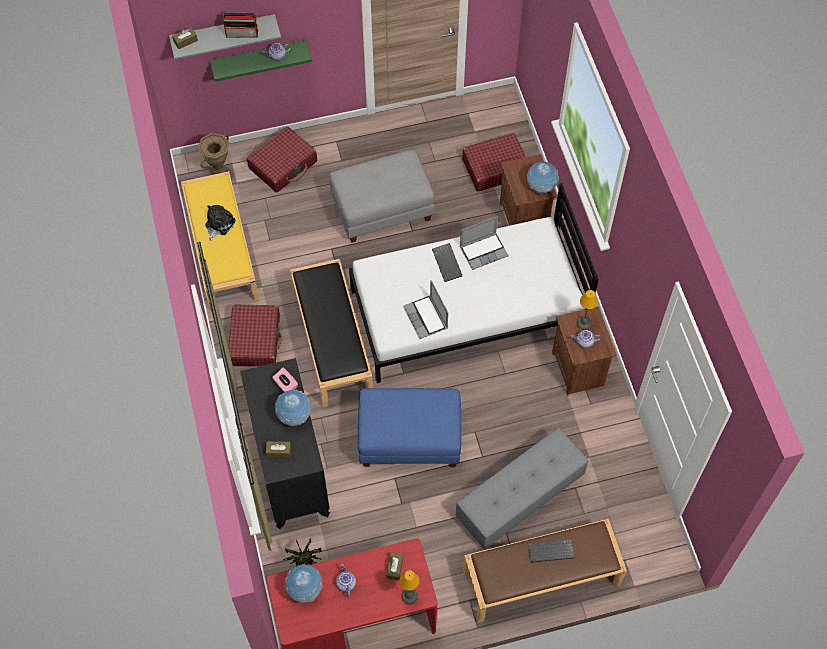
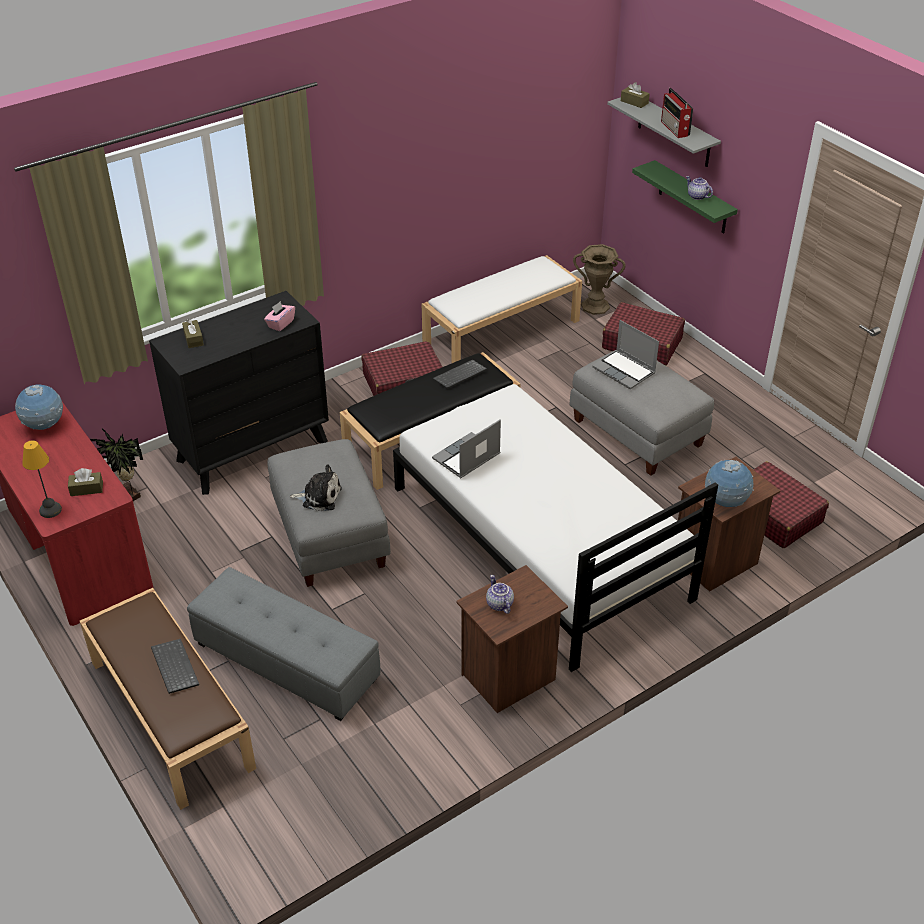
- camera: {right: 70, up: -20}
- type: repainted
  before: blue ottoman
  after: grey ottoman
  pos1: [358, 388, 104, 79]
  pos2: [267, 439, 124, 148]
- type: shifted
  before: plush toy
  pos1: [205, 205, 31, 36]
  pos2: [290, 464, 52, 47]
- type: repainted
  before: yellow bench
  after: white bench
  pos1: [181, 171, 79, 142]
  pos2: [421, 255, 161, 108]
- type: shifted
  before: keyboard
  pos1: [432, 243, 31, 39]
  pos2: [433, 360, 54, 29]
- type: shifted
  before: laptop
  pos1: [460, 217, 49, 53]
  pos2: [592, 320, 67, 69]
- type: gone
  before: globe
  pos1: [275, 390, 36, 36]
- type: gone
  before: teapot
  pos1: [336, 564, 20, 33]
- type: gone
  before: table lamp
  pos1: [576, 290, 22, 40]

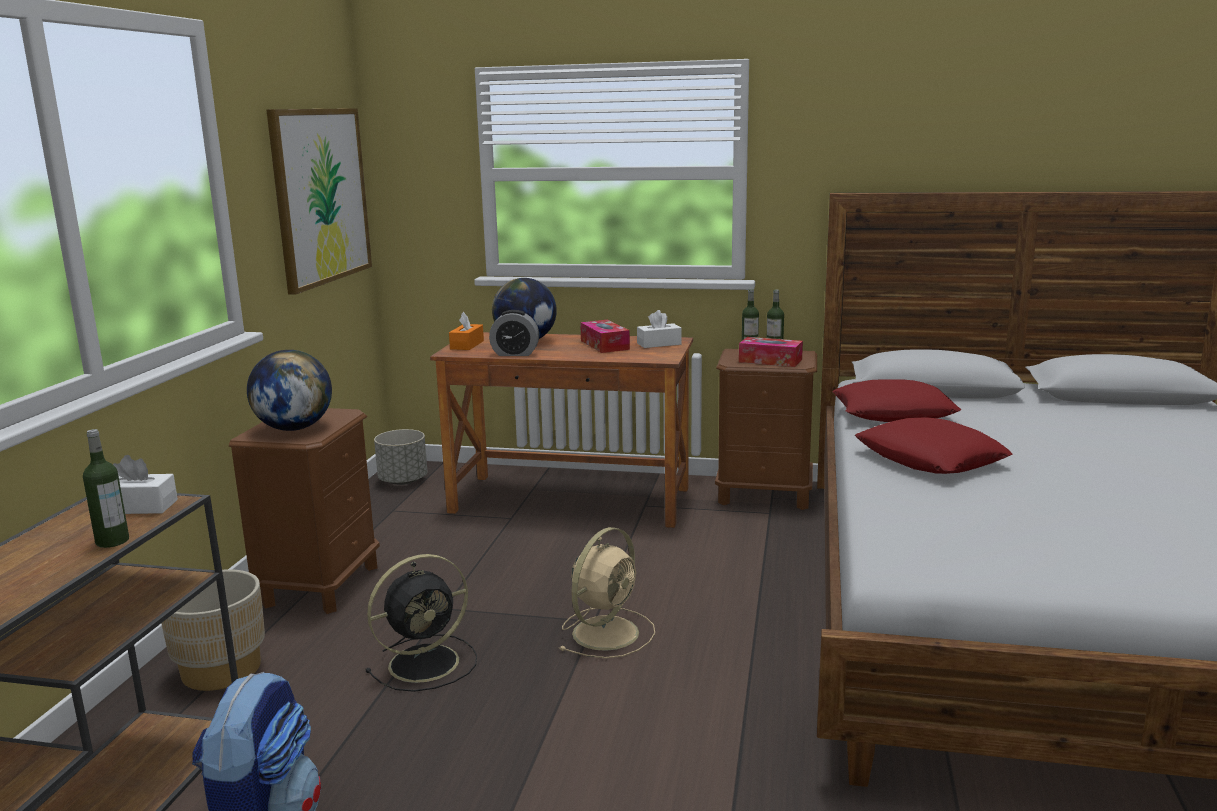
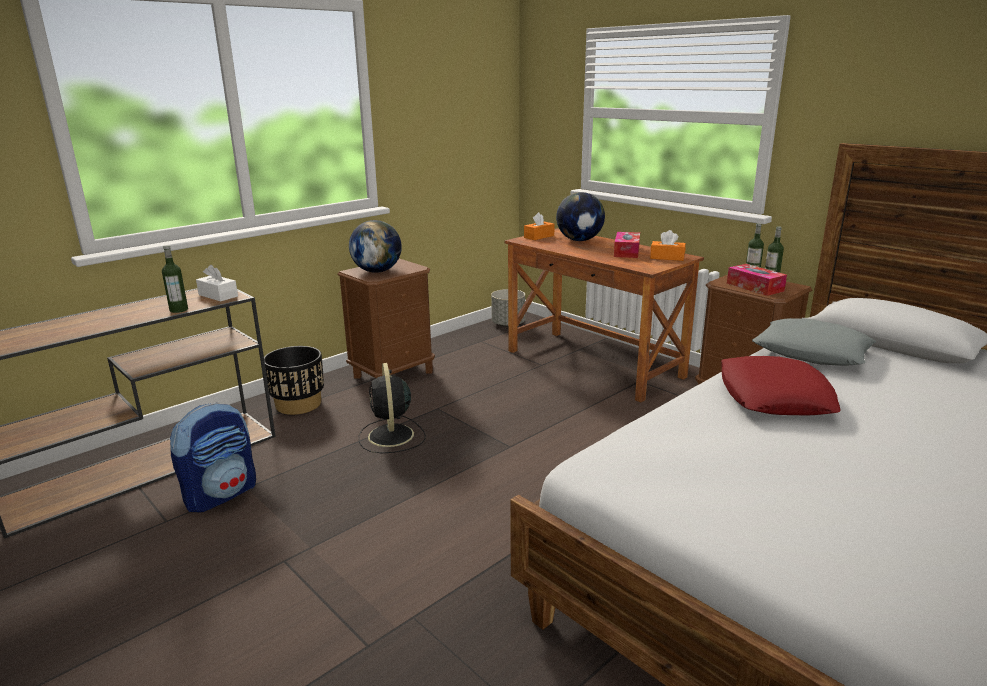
- camera: {right: 35, up: 5}
- type: repainted
  before: beige planter
  after: black planter
  pos1: [161, 569, 104, 122]
  pos2: [264, 346, 60, 69]
- type: rotated
  before: black fan
  pos1: [365, 554, 112, 138]
  pos2: [359, 363, 67, 90]
  turn: 75
- type: repainted
  before: white tissue box
  after: orange tissue box
  pos1: [637, 310, 45, 38]
  pos2: [650, 230, 36, 31]
- type: repainted
  before: red pillow
  after: grey pillow
  pos1: [833, 379, 128, 43]
  pos2: [752, 318, 124, 48]
- type: gone
  before: picture
  pos1: [266, 108, 106, 187]
- type: gone
  before: alarm clock
  pos1: [489, 310, 50, 46]
- type: gone
  before: beige fan
  pos1: [559, 527, 96, 132]

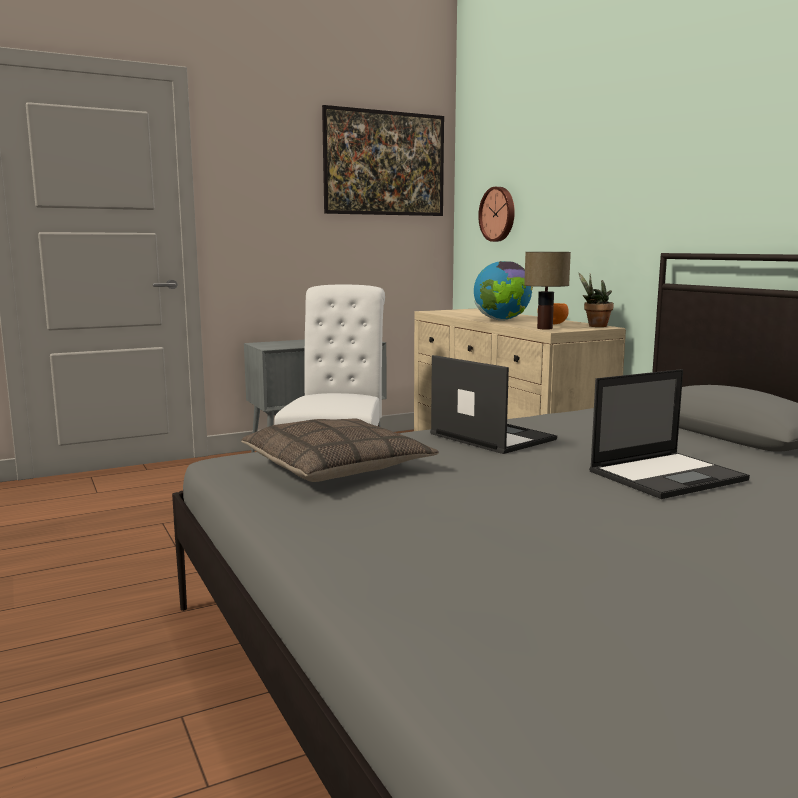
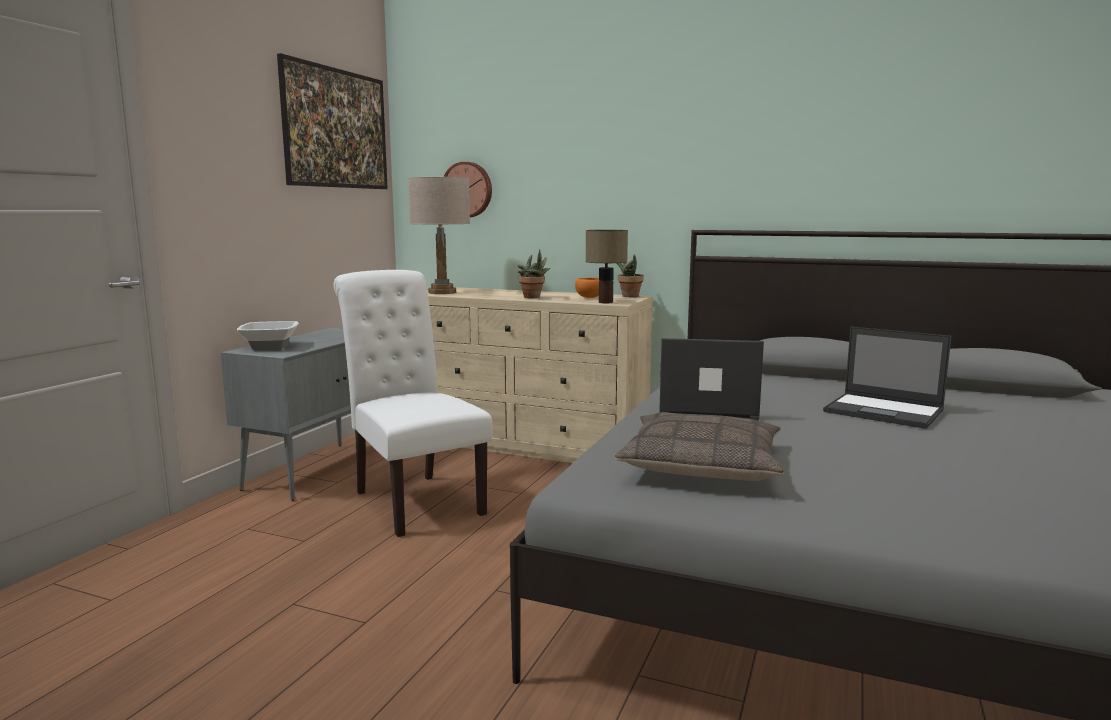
- camera: {right: -40, up: 0}
- type: new
  after: bowl
  pos2: [237, 321, 62, 29]
- type: new
  after: beige table lamp
  pos2: [408, 177, 62, 117]
- type: swapped
  before: globe
  after: potted plant
  pos1: [474, 261, 59, 60]
  pos2: [518, 249, 32, 49]
- type: rotated
  before: laptop
  pos1: [589, 369, 161, 130]
  pos2: [823, 327, 128, 102]
  turn: 105

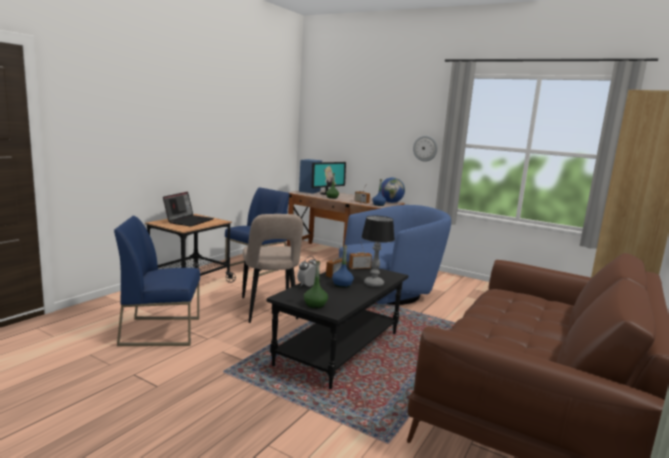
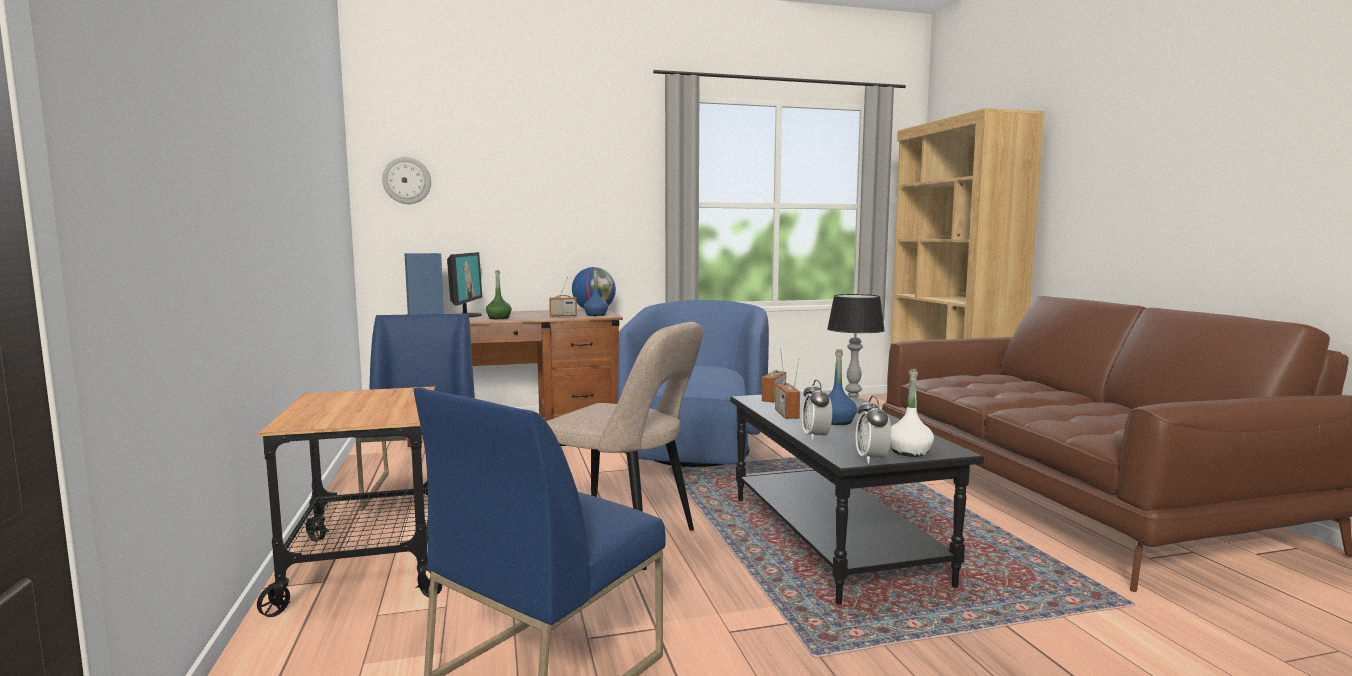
- camera: {right: -45, up: -5}
- type: shifted
  before: wall clock
  pos1: [413, 135, 25, 27]
  pos2: [382, 157, 49, 47]
- type: new
  after: alarm clock
  pos2: [856, 396, 35, 68]
- type: repainted
  before: green bottle
  after: white bottle
  pos1: [304, 261, 24, 48]
  pos2: [890, 369, 44, 88]
- type: gone
  before: laptop
  pos1: [163, 192, 51, 34]

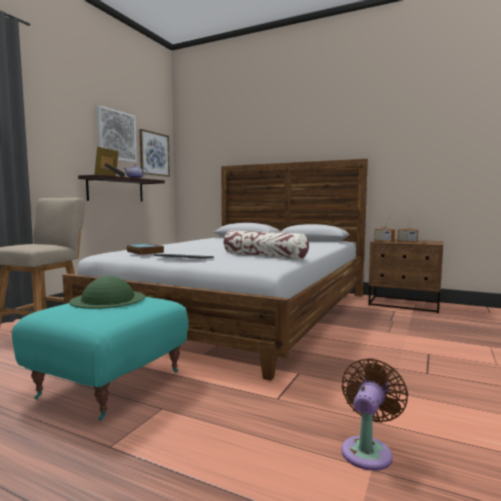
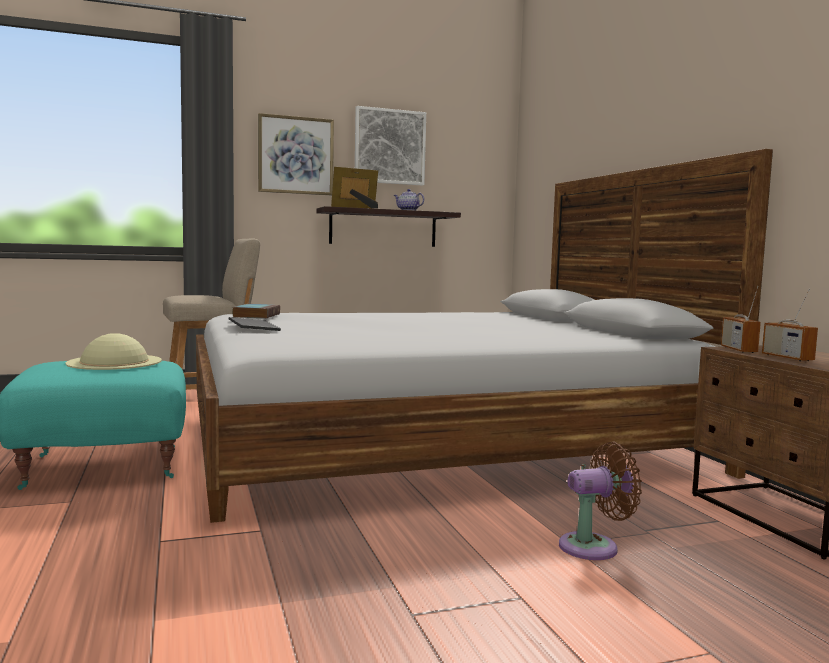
- camera: {right: 45, up: 0}
- type: repainted
  before: green hat
  after: beige hat
  pos1: [69, 276, 76, 33]
  pos2: [66, 333, 96, 37]
- type: shifted
  before: picture
  pos1: [139, 129, 31, 48]
  pos2: [258, 113, 76, 82]
- type: shifted
  before: brown fan
  pos1: [341, 358, 67, 113]
  pos2: [559, 442, 83, 118]
- type: gone
  before: pillow
  pos1: [223, 230, 86, 29]

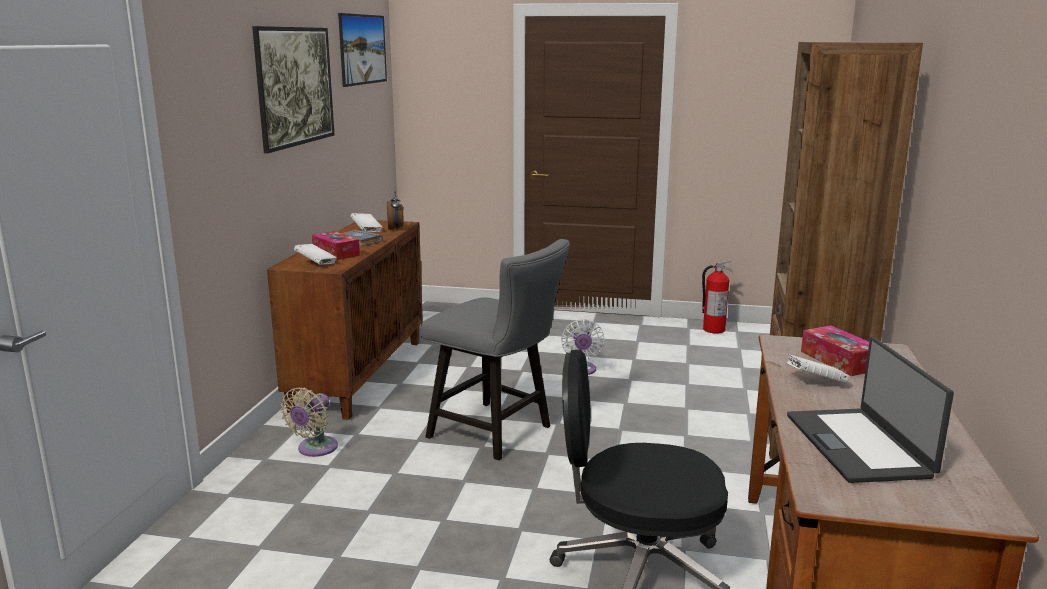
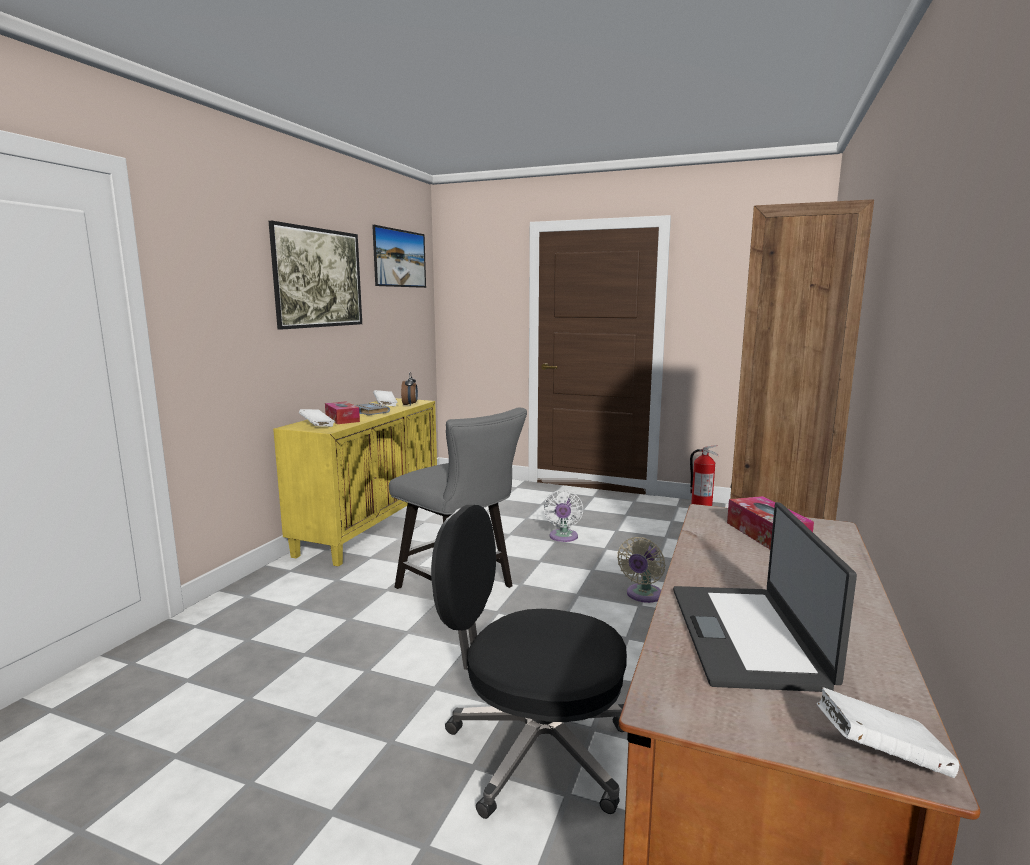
- camera: {right: 10, up: -5}
- type: repainted
  before: brown cabinet
  after: yellow cabinet
  pos1: [267, 220, 156, 200]
  pos2: [273, 398, 164, 169]
- type: shifted
  before: beige fan
  pos1: [280, 387, 58, 70]
  pos2: [617, 537, 48, 66]
- type: shifted
  before: white book
  pos1: [786, 354, 63, 29]
  pos2: [817, 687, 142, 91]

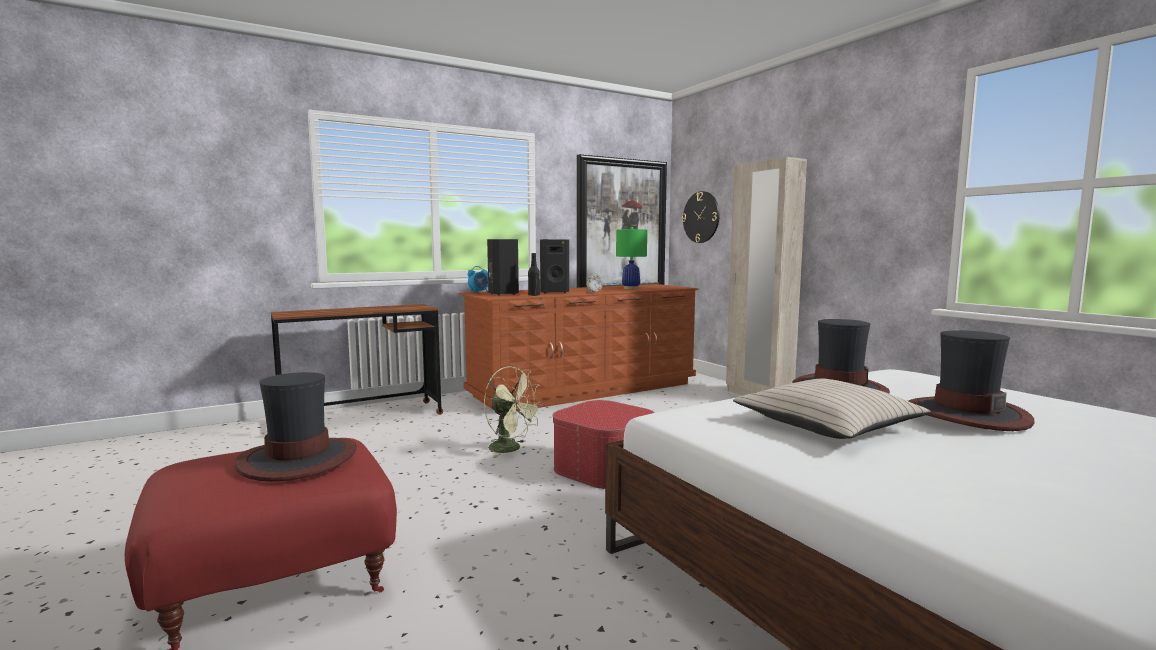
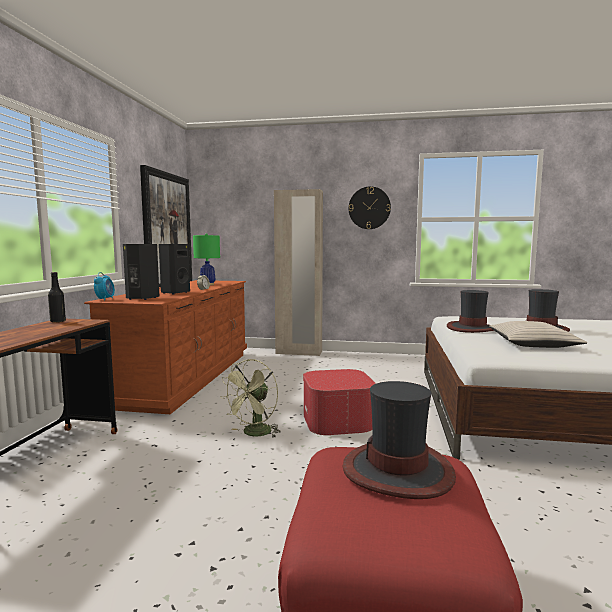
- camera: {right: -50, up: 0}
- type: shifted
  before: black bottle
  pos1: [528, 253, 12, 43]
  pos2: [48, 272, 18, 51]
- type: rotated
  before: green fan
  pos1: [484, 366, 59, 92]
  pos2: [220, 359, 61, 79]
  turn: 135
- type: shifted
  before: wall clock
  pos1: [682, 191, 38, 52]
  pos2: [349, 186, 42, 43]

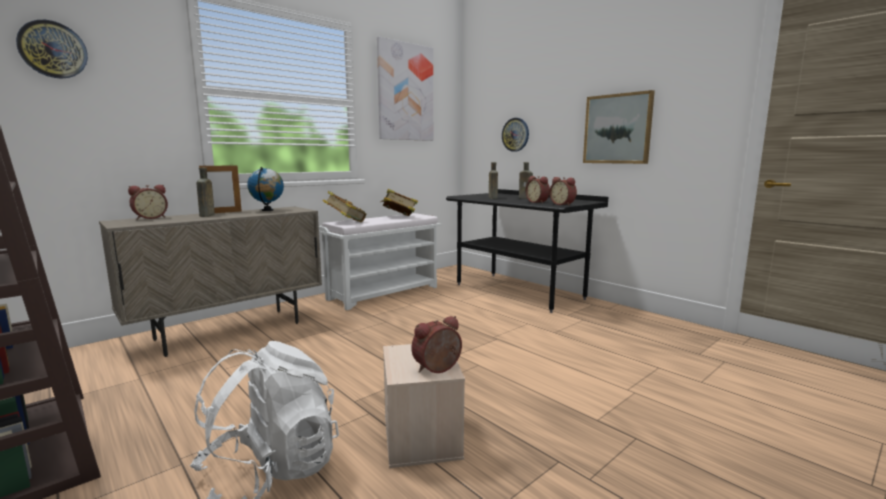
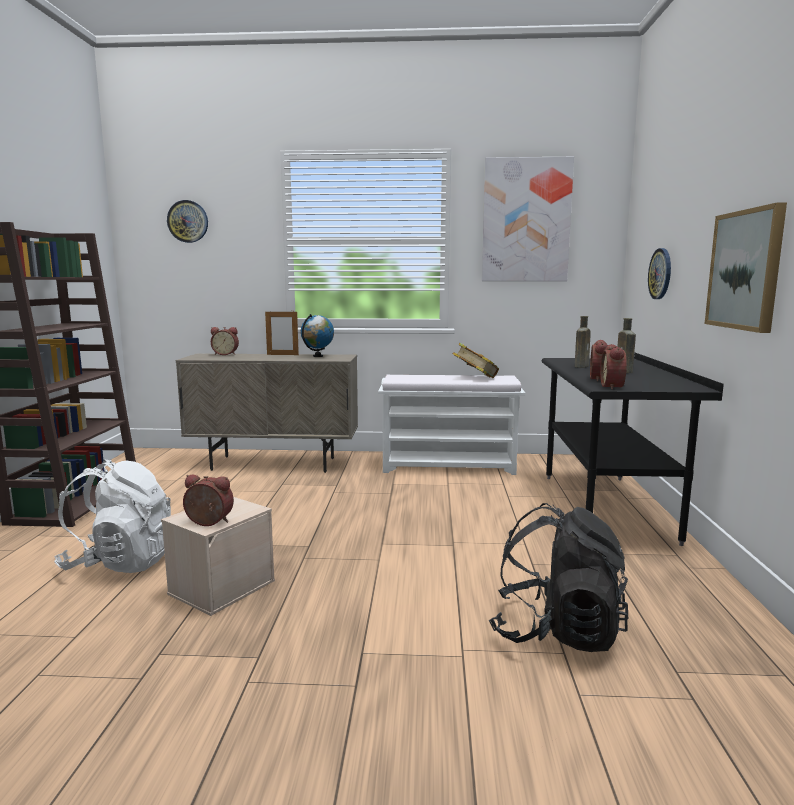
- camera: {right: 45, up: 0}
- type: new
  after: black backpack
  pos2: [489, 503, 139, 149]
- type: gone
  before: brown bottle
  pos1: [196, 168, 19, 49]
- type: gone
  before: book
  pos1: [323, 191, 43, 31]

